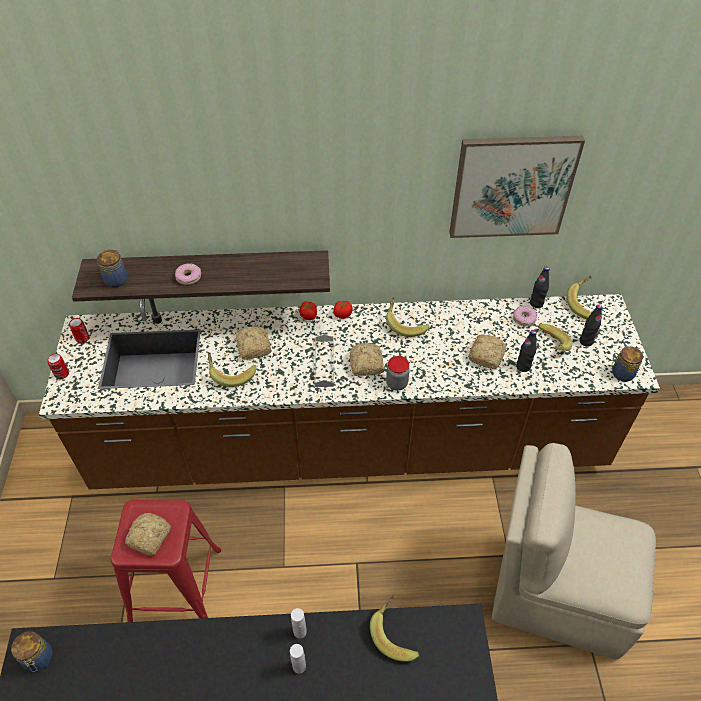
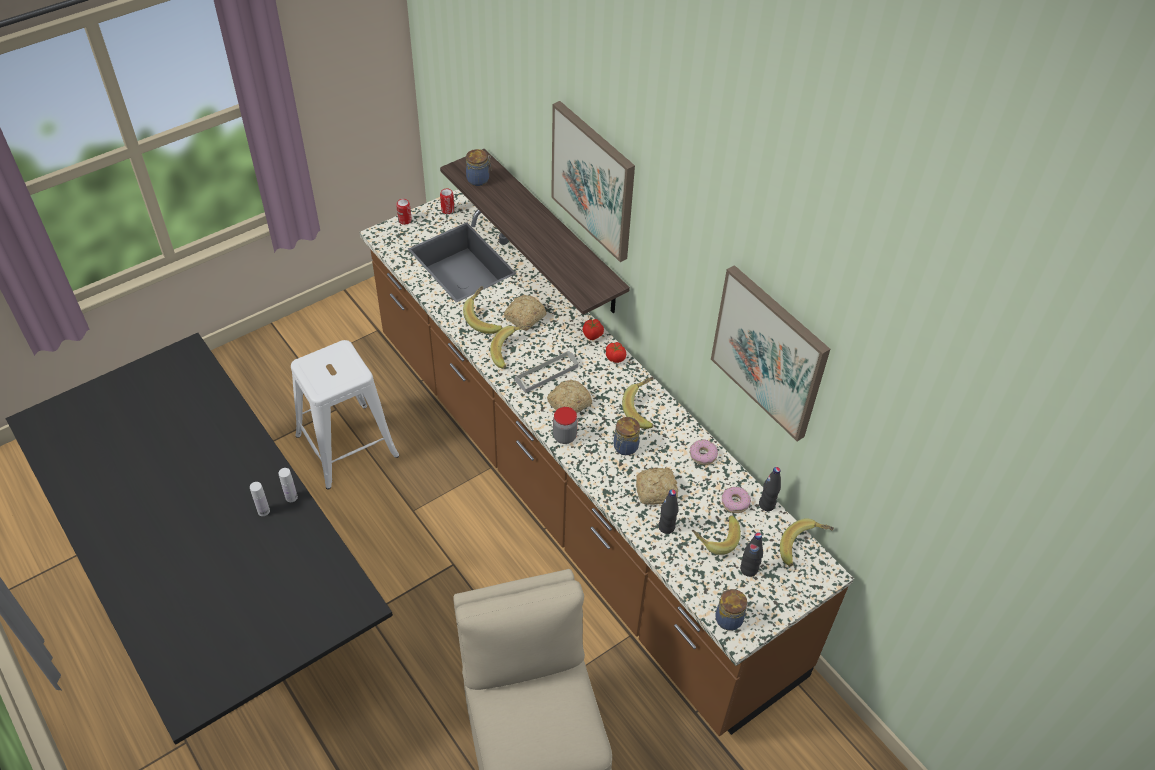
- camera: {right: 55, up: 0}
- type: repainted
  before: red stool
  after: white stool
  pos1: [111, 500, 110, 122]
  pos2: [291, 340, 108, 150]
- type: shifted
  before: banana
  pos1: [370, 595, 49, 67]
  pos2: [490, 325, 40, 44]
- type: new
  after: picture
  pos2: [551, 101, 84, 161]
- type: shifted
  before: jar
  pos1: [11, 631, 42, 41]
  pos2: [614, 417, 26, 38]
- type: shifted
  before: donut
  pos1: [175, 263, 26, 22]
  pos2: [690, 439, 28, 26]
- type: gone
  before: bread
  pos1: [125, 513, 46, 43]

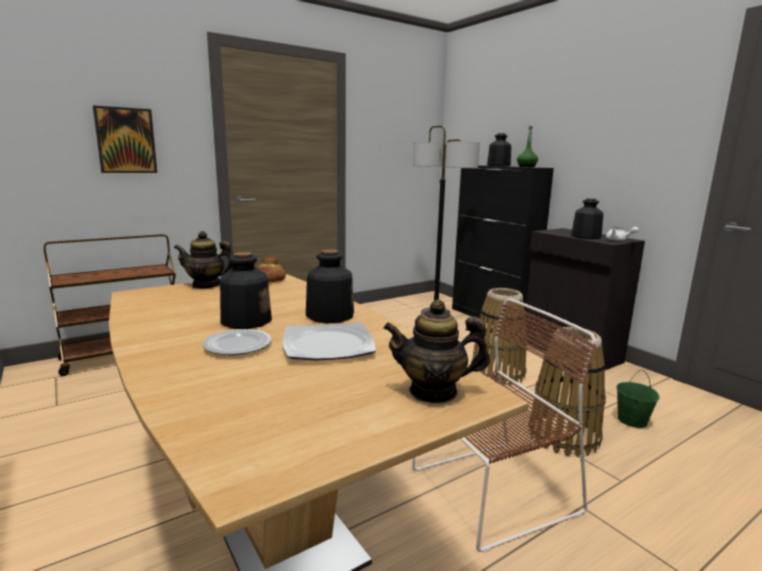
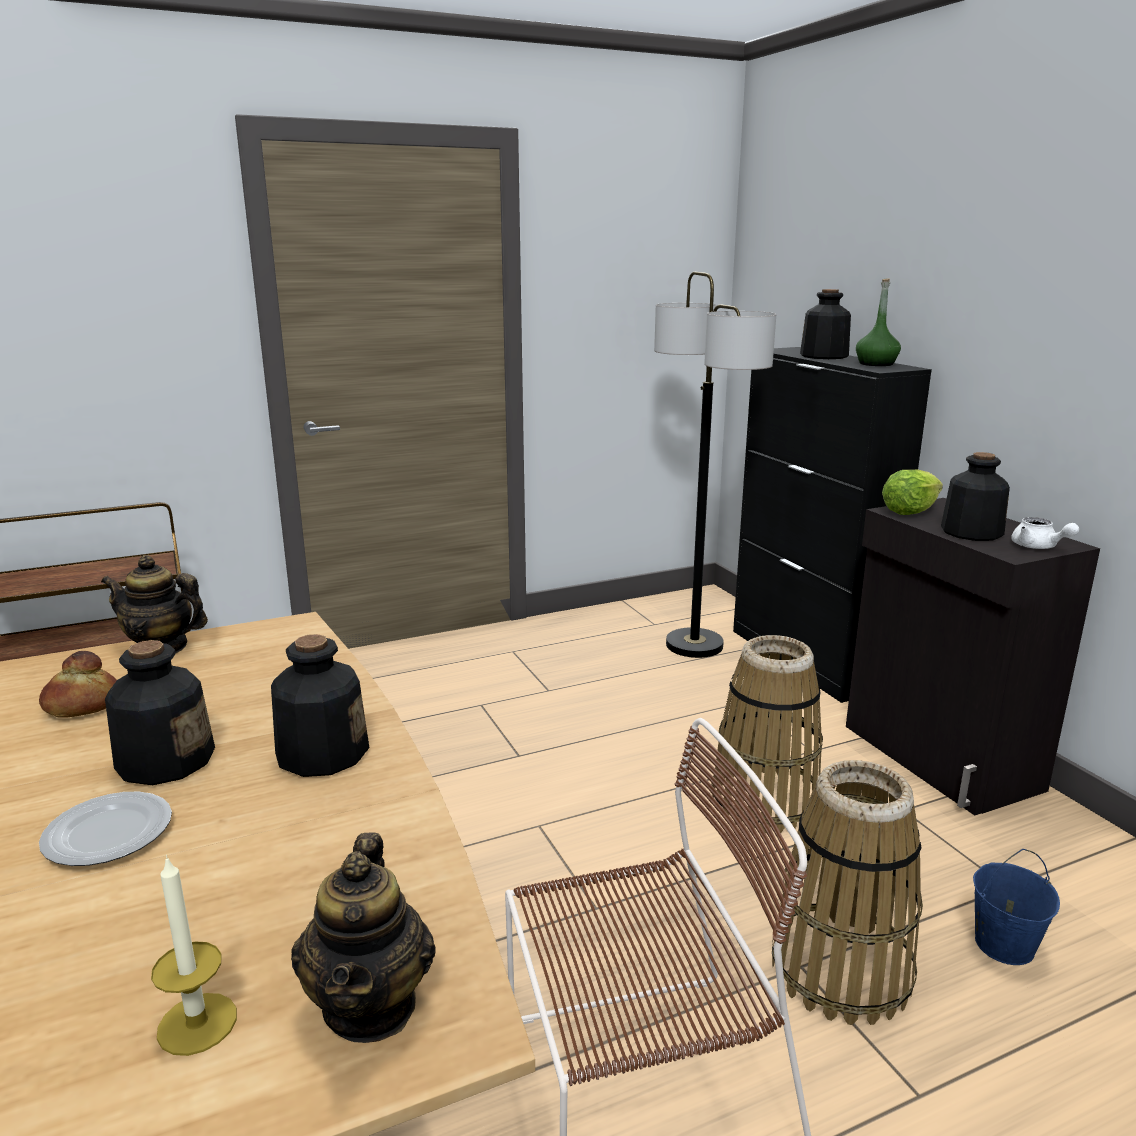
- camera: {right: 10, up: 5}
- type: shifted
  before: bread
  pos1: [256, 255, 30, 27]
  pos2: [39, 651, 78, 67]
- type: new
  after: candle
  pos2: [151, 855, 86, 201]
- type: rotated
  before: teapot
  pos1: [383, 300, 107, 103]
  pos2: [291, 832, 145, 211]
  turn: -105
- type: new
  after: lettuce
  pos2: [882, 470, 61, 45]
- type: repainted
  before: green bucket
  after: blue bucket
  pos1: [616, 370, 44, 58]
  pos2: [973, 849, 87, 116]
- type: gone
  before: picture
  pos1: [93, 105, 64, 68]
- type: gone
  before: plate
  pos1: [283, 322, 93, 39]

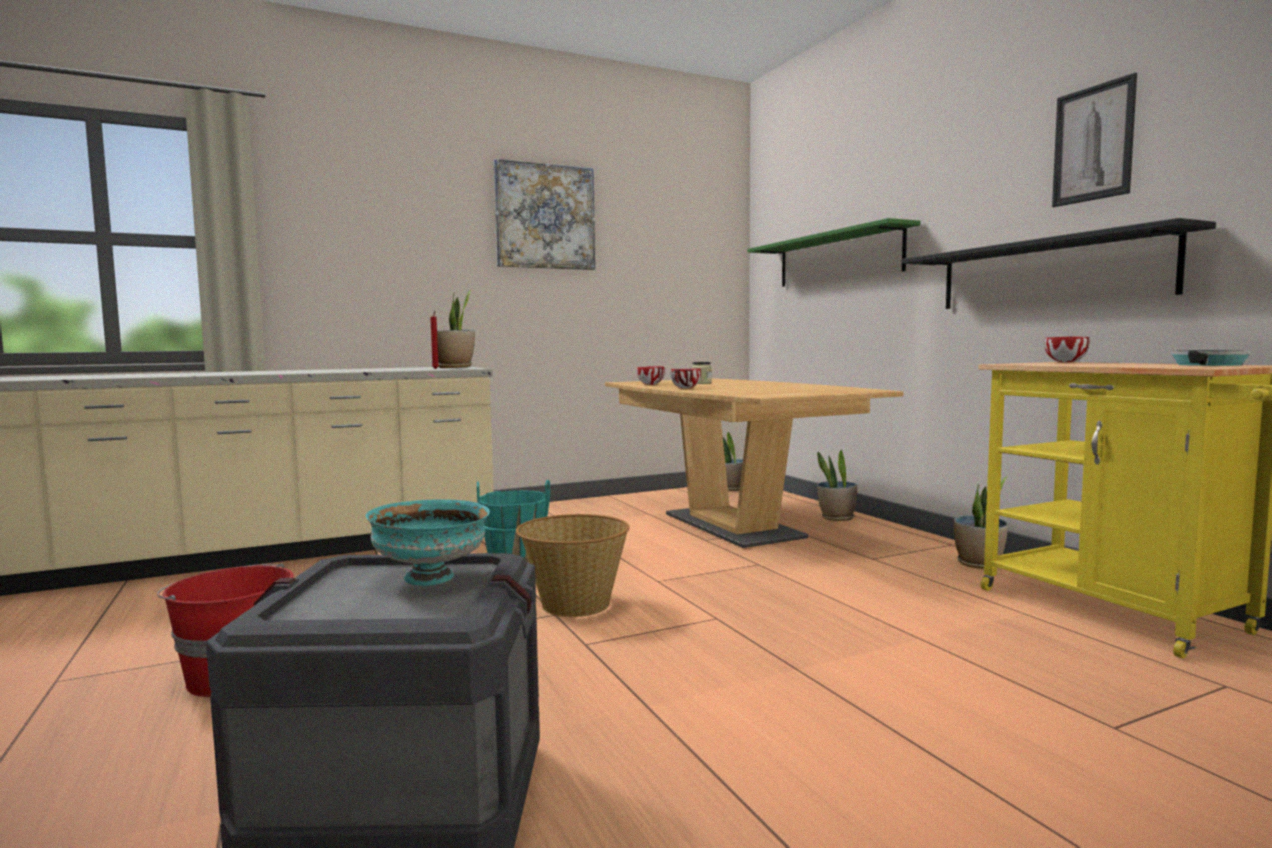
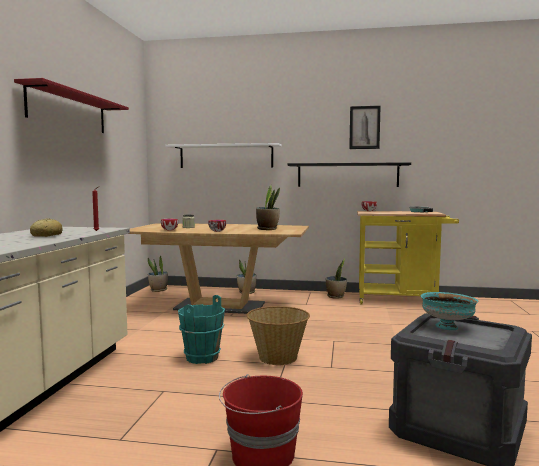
- camera: {right: -55, up: 0}
- type: swapped
  before: picture
  after: red shelf
  pos1: [494, 158, 101, 112]
  pos2: [14, 78, 115, 55]
- type: new
  after: bread
  pos2: [30, 218, 33, 19]
- type: repainted
  before: green shelf
  after: white shelf
  pos1: [748, 218, 173, 69]
  pos2: [165, 143, 117, 25]
- type: shifted
  before: potted plant
  pos1: [437, 289, 38, 79]
  pos2: [256, 185, 24, 45]

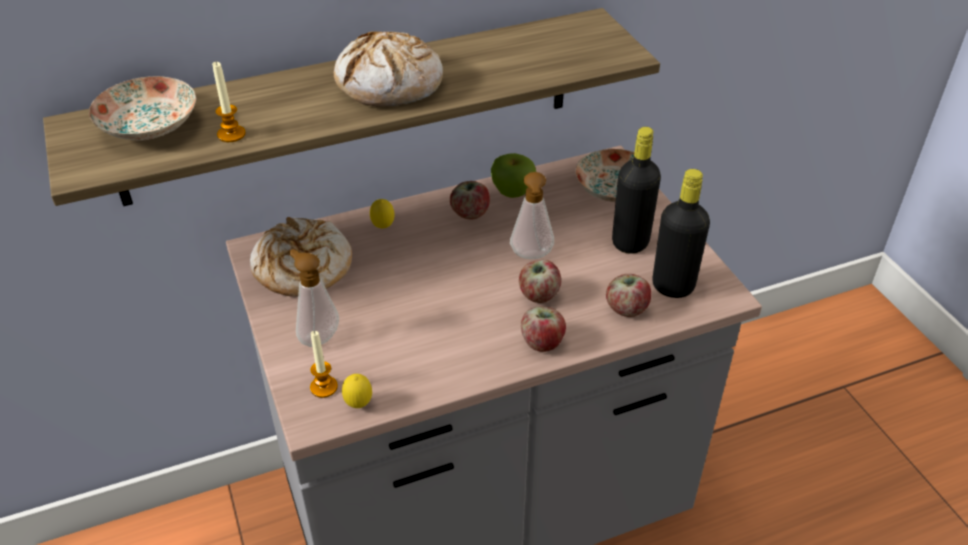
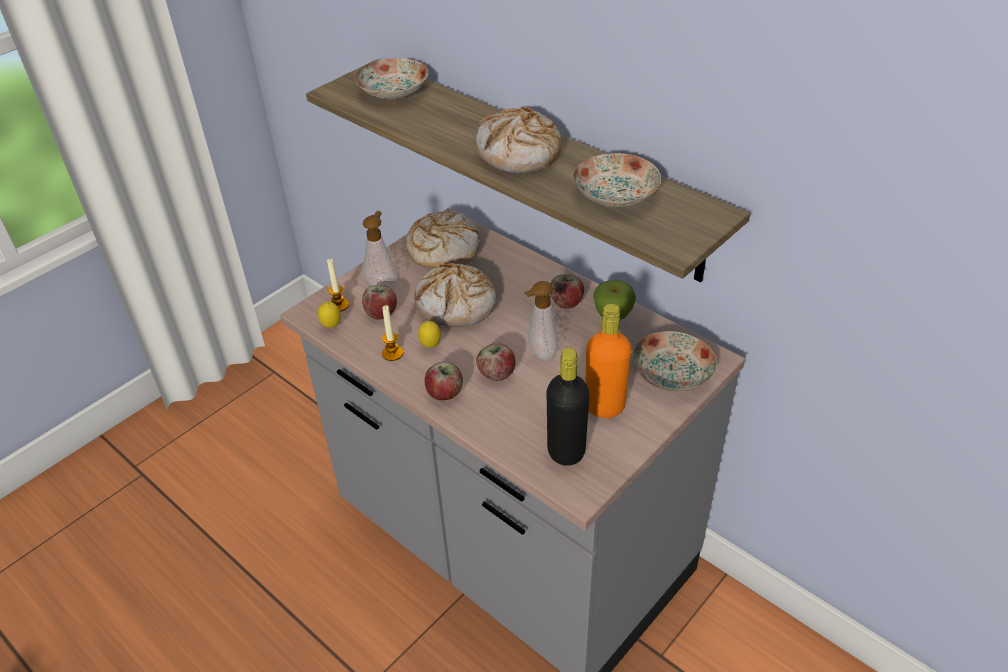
- camera: {right: 65, up: 0}
- type: shifted
  before: apple
  pos1: [606, 274, 45, 43]
  pos2: [362, 285, 35, 35]
- type: shifted
  before: candle
  pos1: [212, 62, 34, 80]
  pos2: [382, 305, 21, 56]
- type: new
  after: bread
  pos2: [414, 263, 83, 64]
- type: shifted
  before: lemon
  pos1: [370, 199, 24, 29]
  pos2: [418, 321, 23, 27]
- type: new
  after: plate
  pos2: [573, 153, 88, 54]
- type: repainted
  before: black bottle
  after: orange bottle
  pos1: [612, 127, 49, 127]
  pos2: [585, 304, 47, 114]

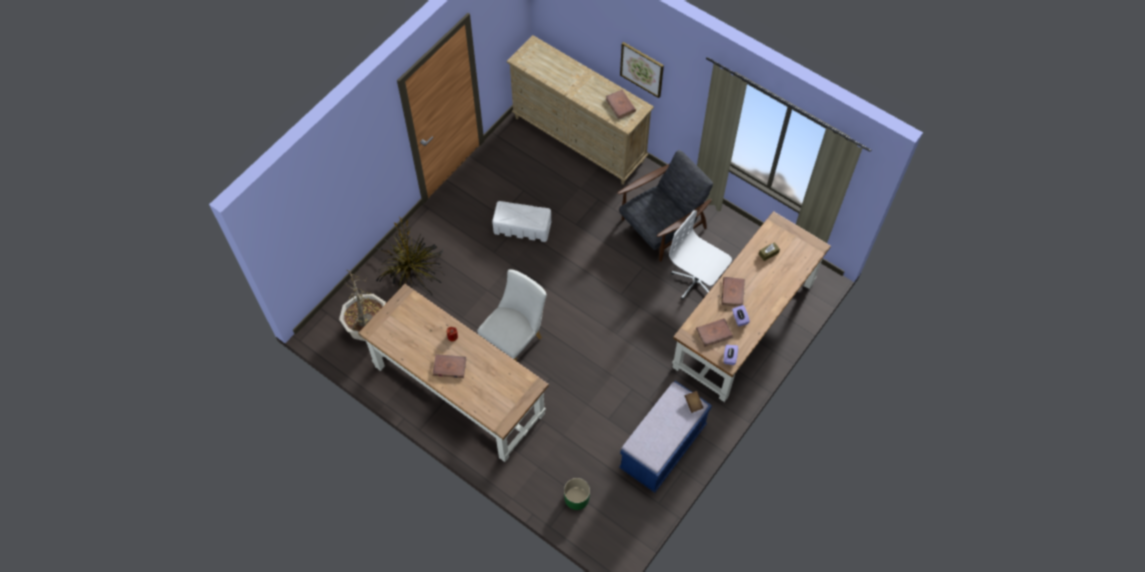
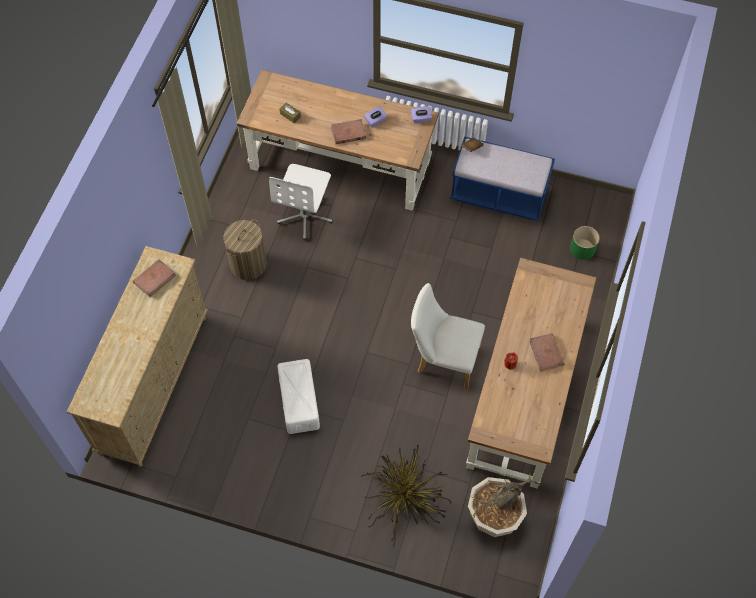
- camera: {right: -110, up: 0}
- type: swapped
  before: grey armchair
  after: laundry basket
  pos1: [617, 150, 96, 112]
  pos2: [224, 219, 43, 61]
- type: gone
  before: picture
  pos1: [620, 42, 44, 56]
- type: gone
  before: brown book
  pos1: [696, 318, 37, 29]

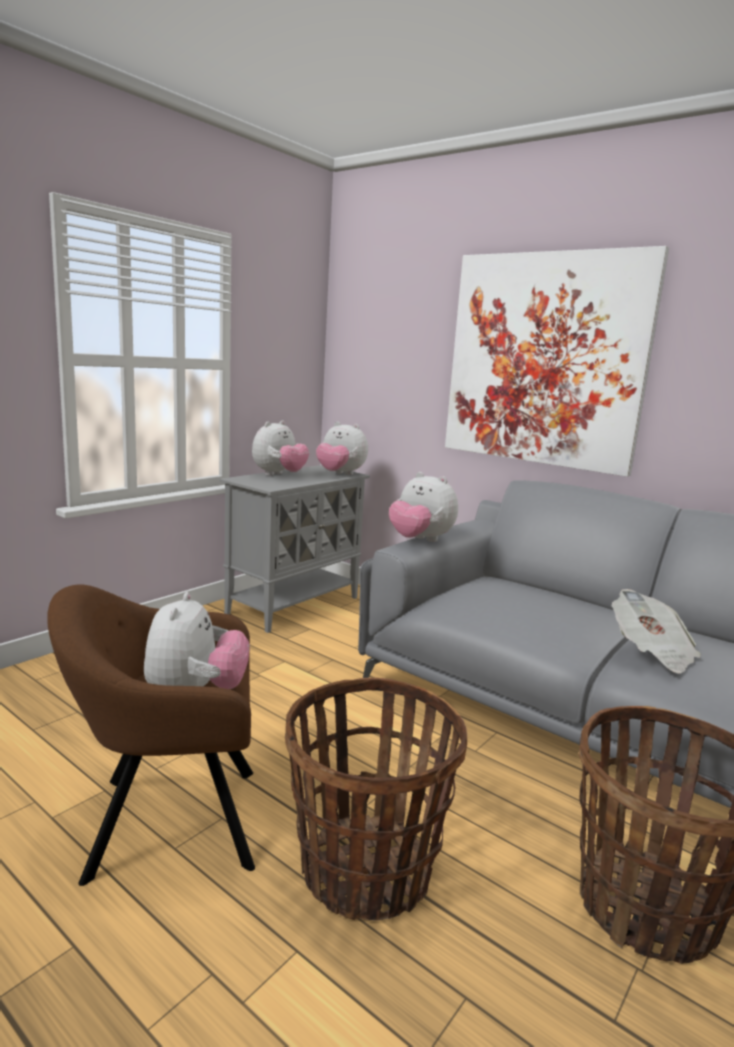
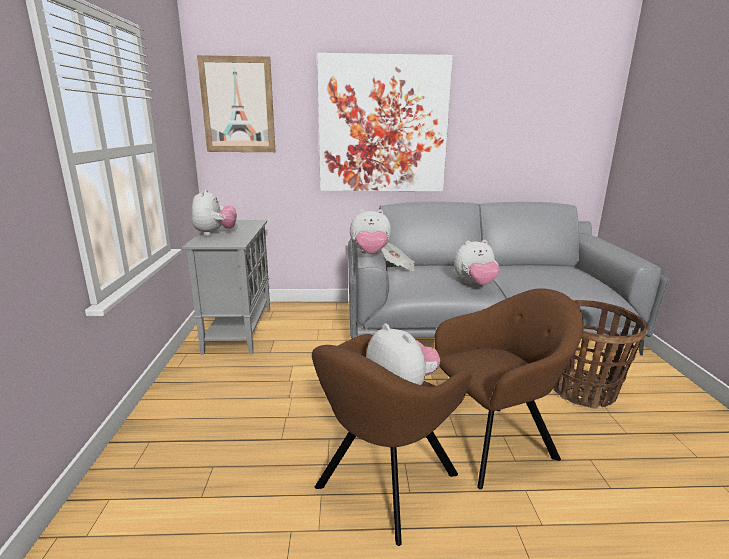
- camera: {right: -40, up: 5}
- type: new
  after: picture
  pos2: [197, 55, 78, 97]
- type: shifted
  before: newspaper
  pos1: [612, 589, 89, 85]
  pos2: [381, 243, 34, 28]
- type: swapped
  before: basket
  after: brown armchair
  pos1: [285, 678, 182, 243]
  pos2: [434, 288, 150, 201]
- type: shifted
  before: plush toy
  pos1: [316, 422, 52, 53]
  pos2: [454, 240, 46, 45]

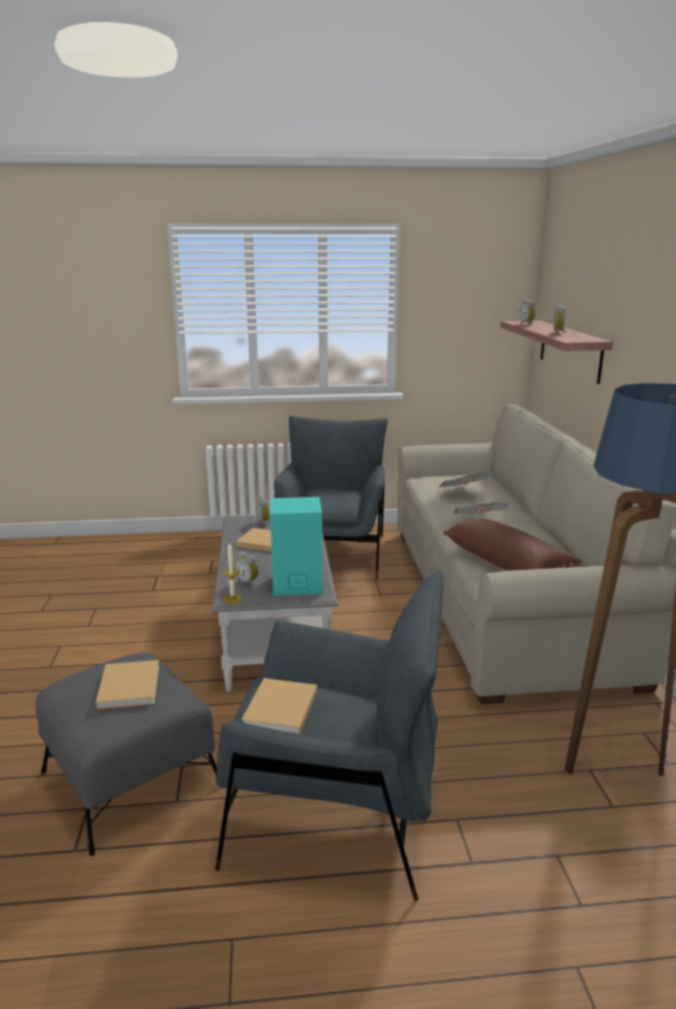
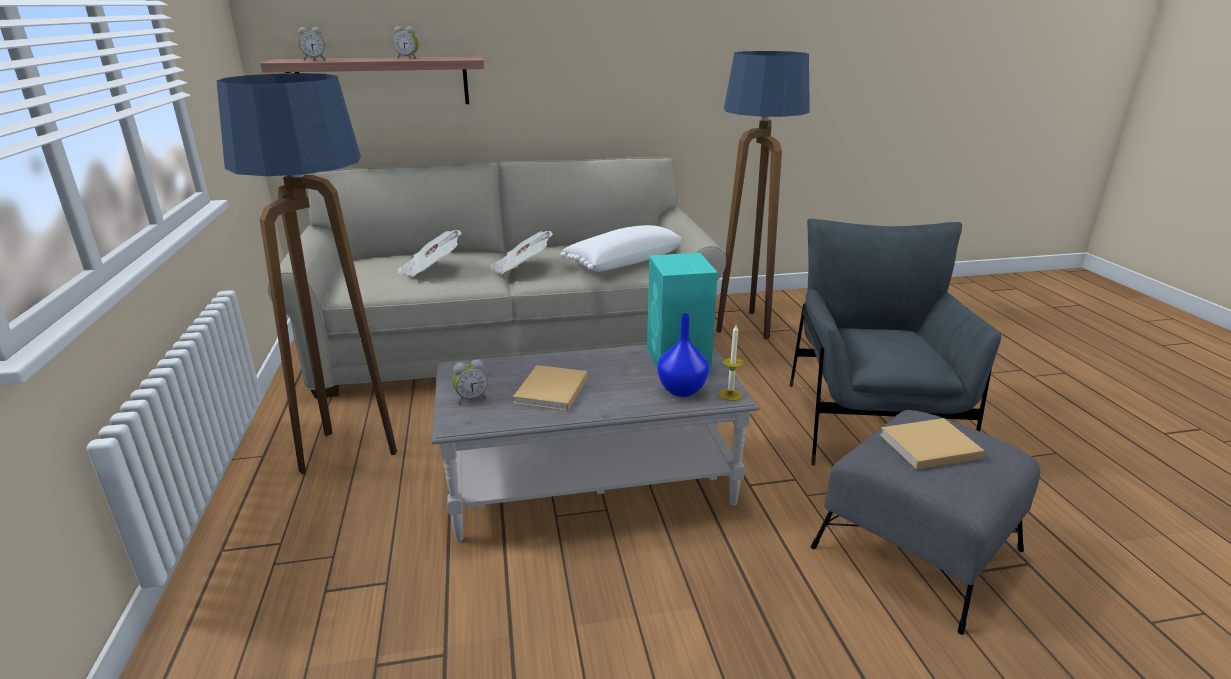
- camera: {right: -95, up: 5}
- type: swapped
  before: grey armchair
  after: floor lamp
  pos1: [274, 416, 114, 163]
  pos2: [217, 73, 180, 401]
- type: repainted
  before: brown pillow
  after: white pillow
  pos1: [443, 519, 139, 52]
  pos2: [561, 225, 120, 47]
- type: swapped
  before: alarm clock
  after: blue vase
  pos1: [235, 552, 24, 35]
  pos2: [657, 313, 52, 84]
- type: gone
  before: beige book
  pos1: [242, 678, 75, 56]

